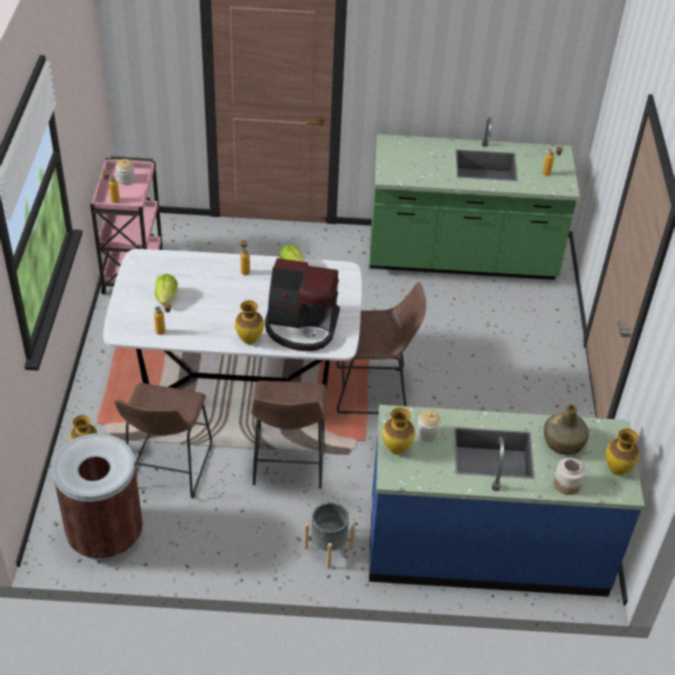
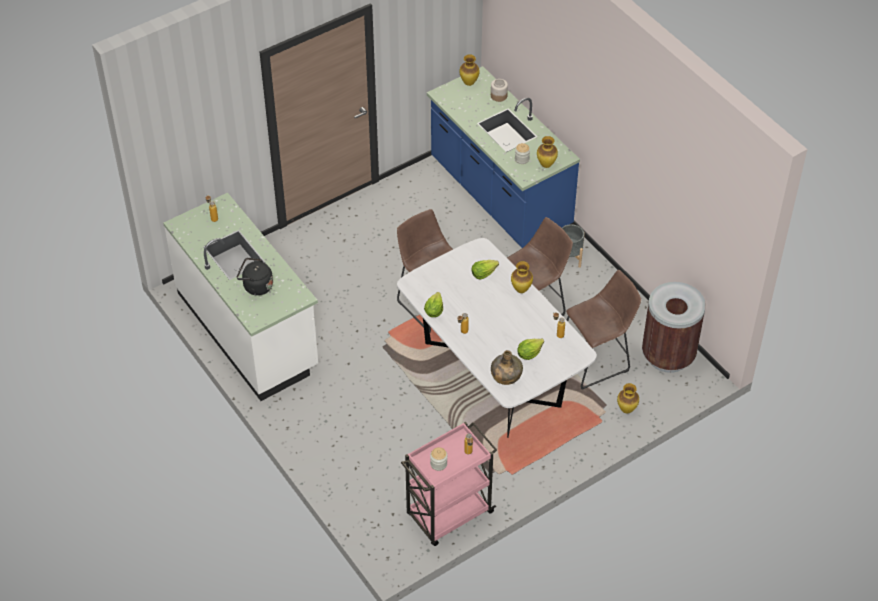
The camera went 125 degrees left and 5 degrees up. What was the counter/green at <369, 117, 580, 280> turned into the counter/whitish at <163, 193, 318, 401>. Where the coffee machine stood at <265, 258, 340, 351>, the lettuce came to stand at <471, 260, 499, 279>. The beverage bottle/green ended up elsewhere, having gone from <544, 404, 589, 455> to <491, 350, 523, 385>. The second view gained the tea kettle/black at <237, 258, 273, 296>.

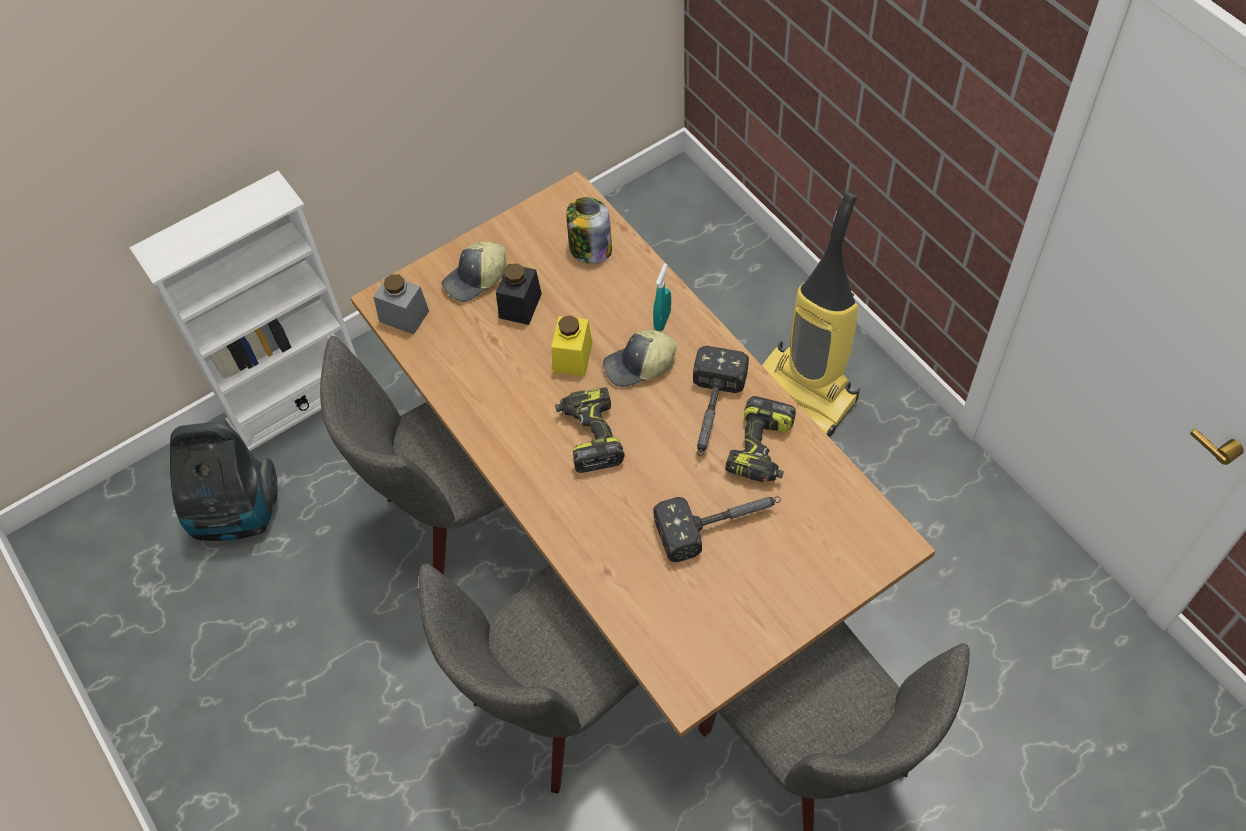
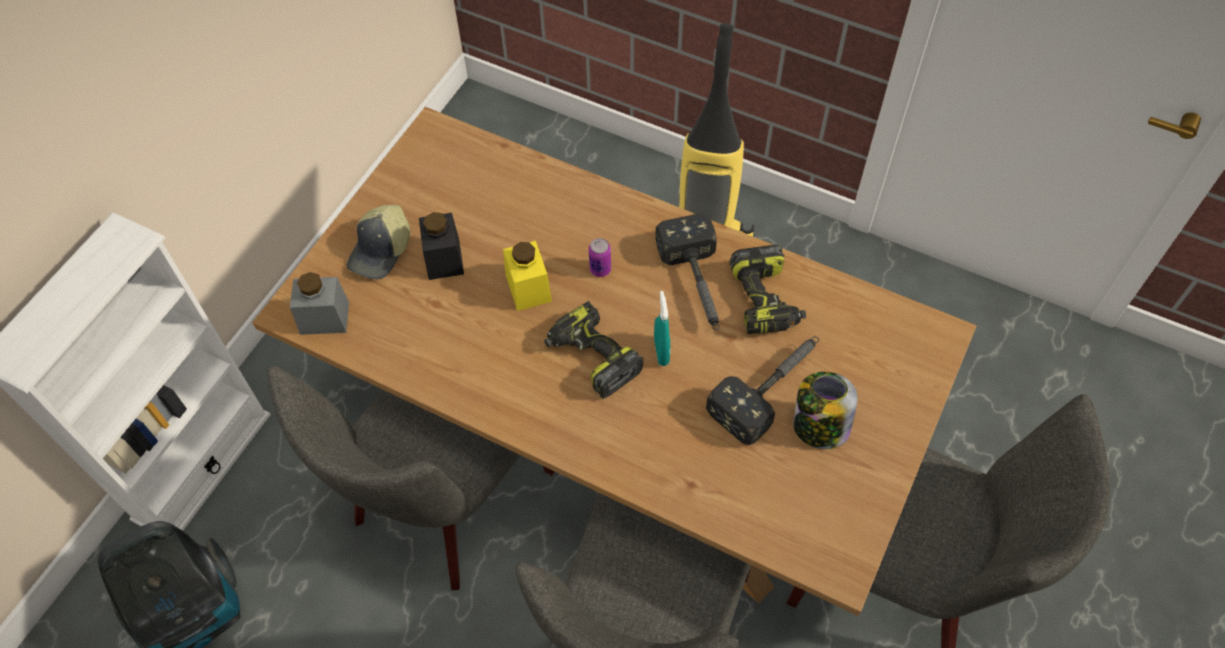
The camera went 30 degrees left and 0 degrees up. The jar ended up elsewhere, having gone from <566, 197, 612, 264> to <793, 372, 858, 449>. The sprayer/blue-green ended up elsewhere, having gone from <653, 263, 671, 331> to <654, 291, 670, 366>. Where the cap stood at <603, 330, 677, 387>, the can came to stand at <589, 238, 611, 277>.

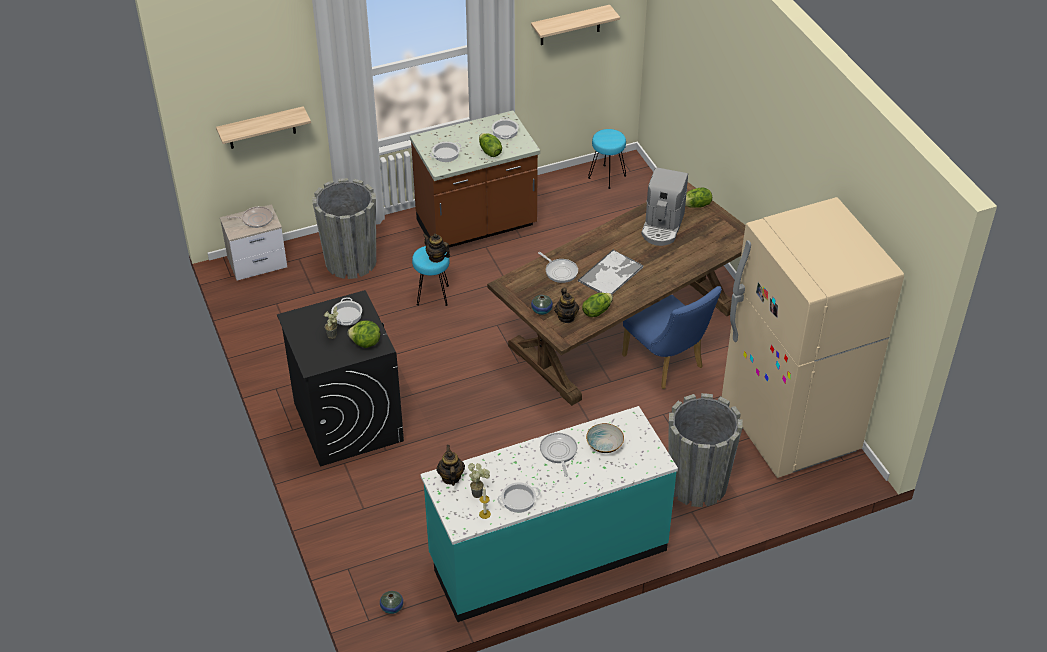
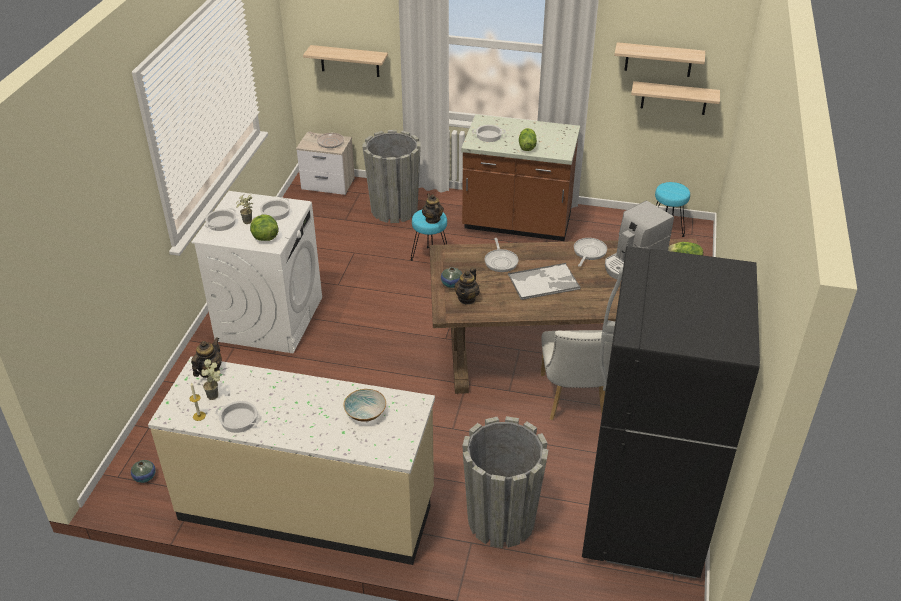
The camera went 35 degrees right and 5 degrees down. The stockpot ended up elsewhere, having gone from <492, 117, 519, 139> to <205, 208, 236, 231>. What was the fridge/beige at <722, 197, 904, 478> turned into the fridge/black at <582, 246, 760, 578>. What was the upright chair/bluish at <622, 286, 722, 389> turned into the upright chair/whitish at <541, 330, 612, 420>. What was the washing machine/black at <277, 290, 404, 467> turned into the washing machine/whitish at <191, 191, 322, 353>. The second view lost the lettuce at <582, 293, 613, 317>. What was the counter/blue-green at <421, 406, 678, 622> turned into the counter/beige at <148, 356, 435, 565>. The frying pan ended up elsewhere, having gone from <540, 433, 577, 477> to <574, 238, 607, 267>. The second view gained the shelf at <631, 81, 720, 115>.

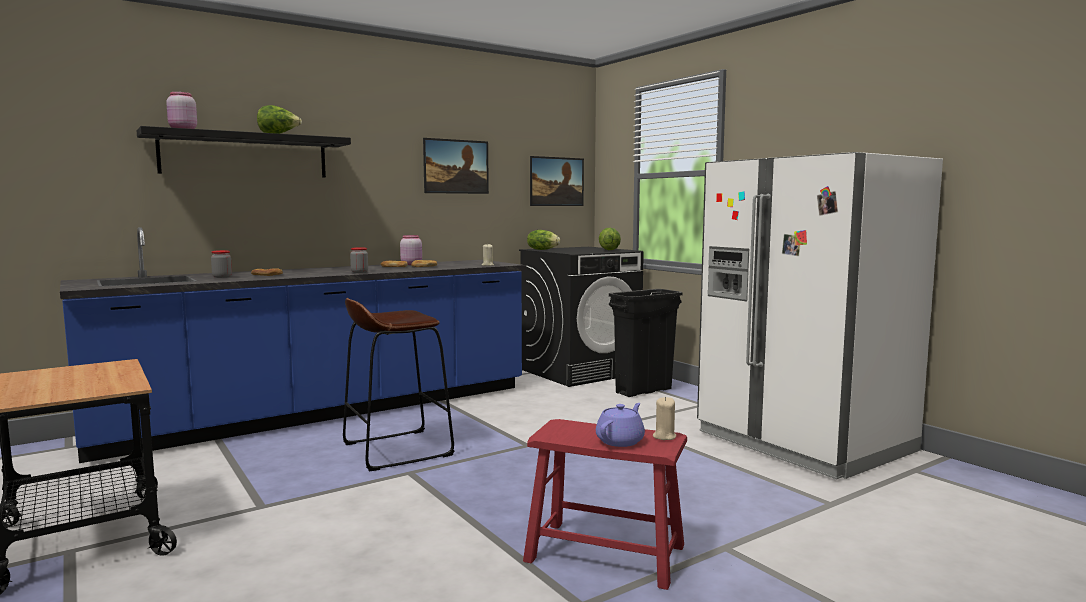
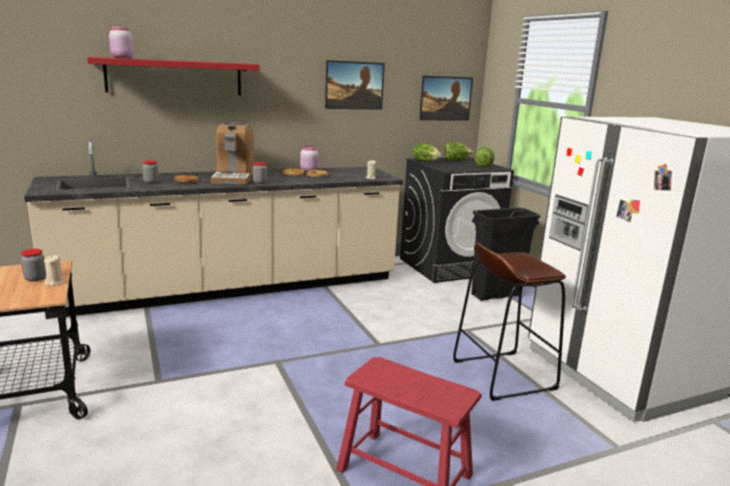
The camera went 10 degrees right and 10 degrees up. The lettuce ended up elsewhere, having gone from <257, 105, 302, 134> to <444, 142, 473, 161>. What was the shelf/black at <137, 126, 351, 177> turned into the shelf/reddish at <87, 57, 260, 95>. What was the counter/bluish at <60, 227, 526, 463> turned into the counter/beige at <24, 138, 403, 319>. The sitting stool/brown ended up elsewhere, having gone from <343, 298, 455, 472> to <453, 243, 566, 401>. The wax light/beige ended up elsewhere, having gone from <653, 397, 676, 440> to <44, 255, 64, 286>. The second view lost the tea pot/purple at <596, 403, 645, 447>. The second view gained the coffee machine at <211, 122, 254, 185>. The second view gained the jar at <21, 249, 46, 281>.

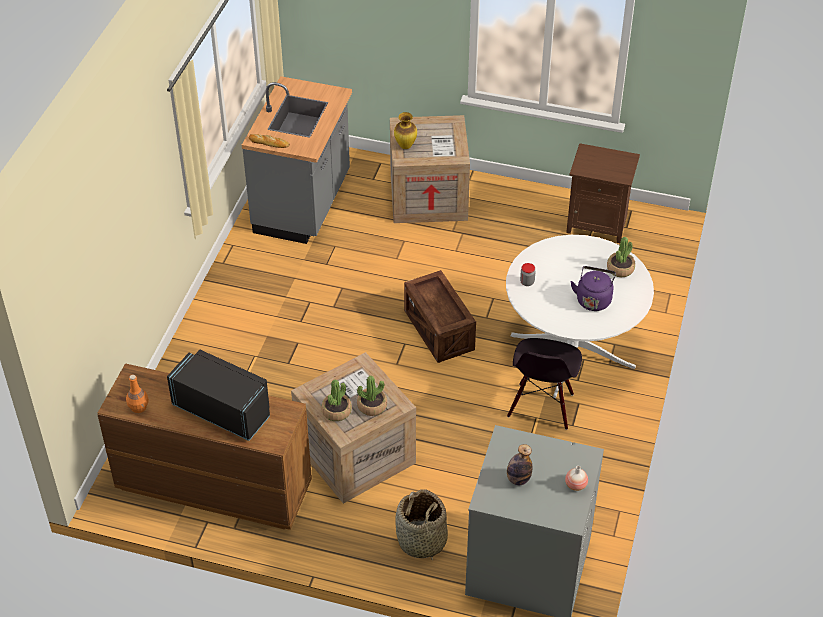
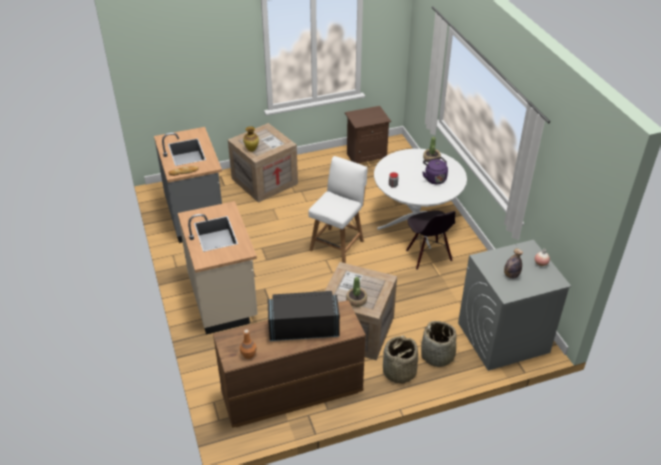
The camera went 35 degrees left and 5 degrees down. Where the shipping crate stood at <404, 270, 476, 363>, the upright chair/whitish came to stand at <308, 156, 368, 263>. The second view lost the plant in a pot at <357, 376, 387, 416>. The second view gained the counter/beige at <178, 201, 258, 335>. The second view gained the storage basket at <383, 336, 418, 384>.

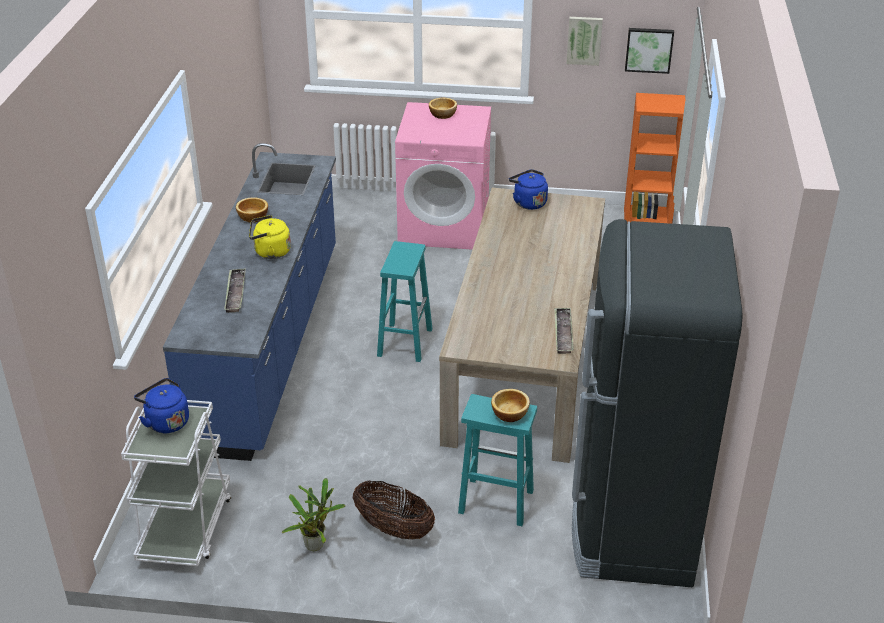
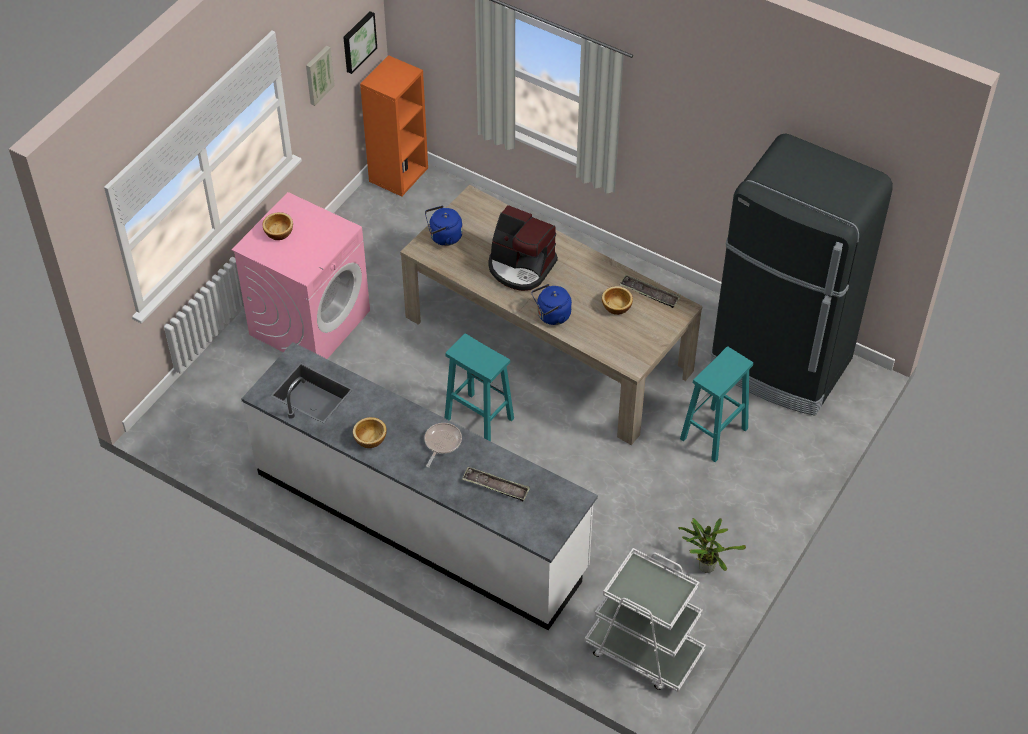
The camera went 65 degrees left and 15 degrees up. What was the counter/bluish at <163, 143, 336, 461> turned into the counter/whitish at <241, 342, 598, 630>. Where the tea kettle/yellow stood at <249, 215, 291, 259>, the frying pan came to stand at <424, 423, 462, 468>. The tea kettle/bluish ended up elsewhere, having gone from <134, 378, 189, 433> to <532, 284, 572, 325>. The deep dish ended up elsewhere, having gone from <491, 389, 530, 422> to <602, 286, 633, 315>. The second view lost the storage basket at <353, 481, 435, 540>. The second view gained the coffee machine at <488, 205, 558, 291>.

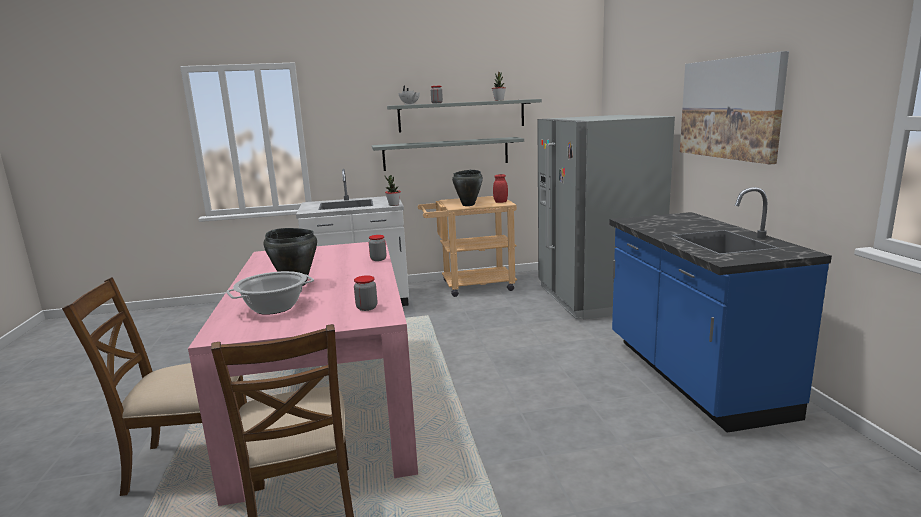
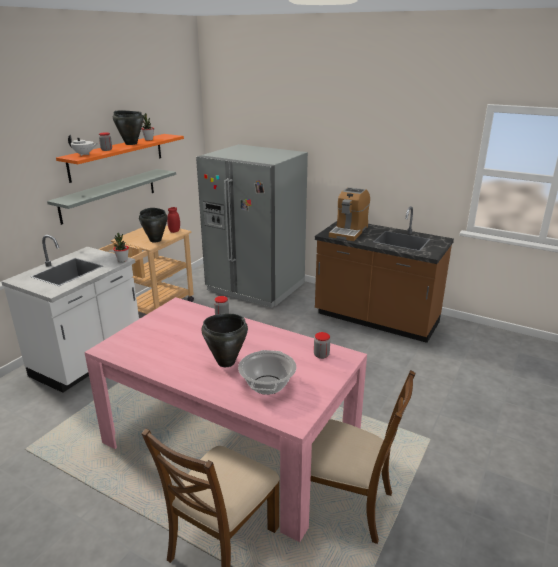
The camera went 50 degrees left and 10 degrees up. The second view lost the wall art at <680, 51, 789, 164>. What was the shelf/greyish at <387, 99, 542, 133> turned into the shelf/orange-coloured at <56, 134, 184, 183>. What was the counter/bluish at <609, 187, 832, 433> turned into the counter/brown at <315, 206, 454, 343>. The second view gained the stockpot/black at <113, 110, 144, 145>. The second view gained the coffee machine at <329, 187, 370, 241>.

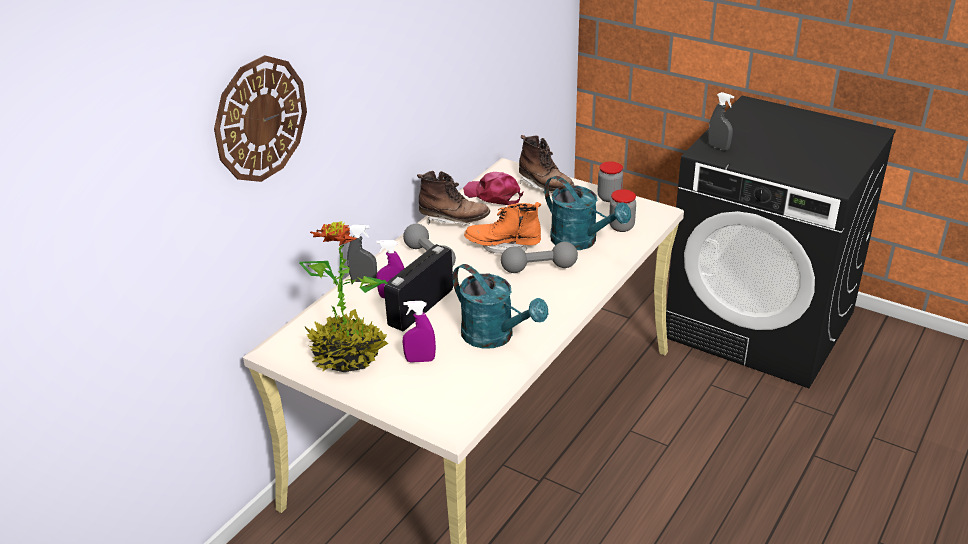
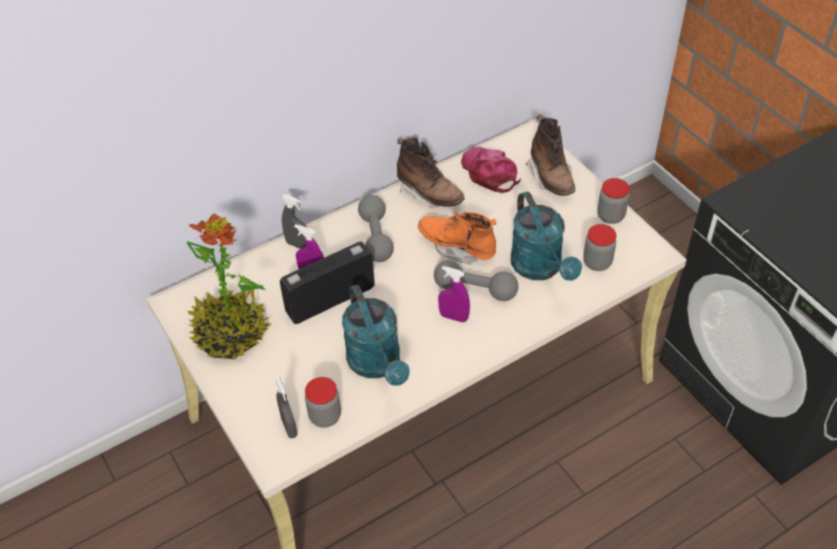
The camera went 25 degrees right and 15 degrees up. The second view lost the clock on the wall at <214, 55, 307, 182>. The sprayer/greyish ended up elsewhere, having gone from <708, 92, 734, 151> to <275, 375, 298, 438>. The sprayer/purple ended up elsewhere, having gone from <402, 301, 436, 363> to <438, 266, 470, 323>. The second view gained the jar at <305, 377, 341, 428>.

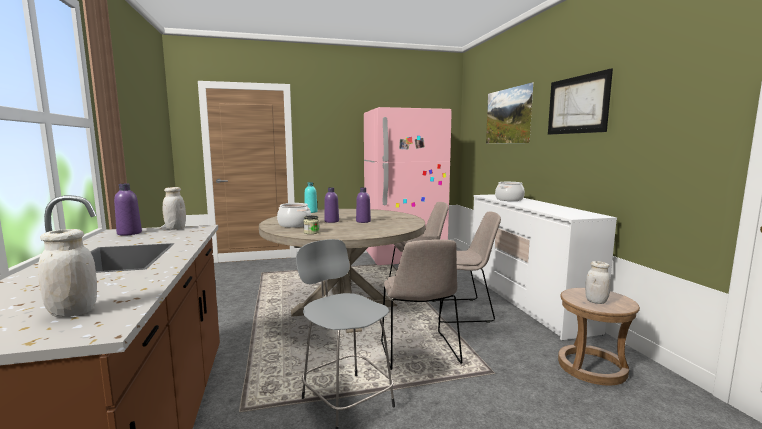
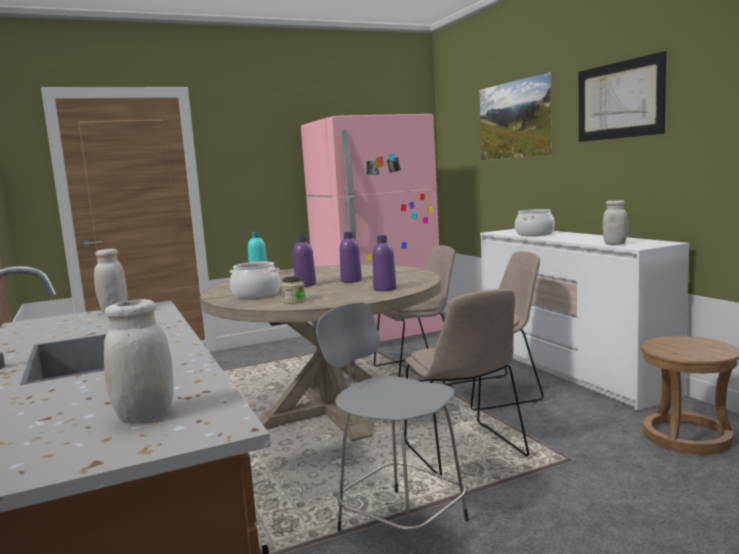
The camera went 10 degrees left and 0 degrees up. The beverage bottle/purple ended up elsewhere, having gone from <114, 184, 142, 236> to <372, 235, 396, 291>. The jar/whitish ended up elsewhere, having gone from <585, 261, 611, 304> to <603, 200, 628, 245>.

